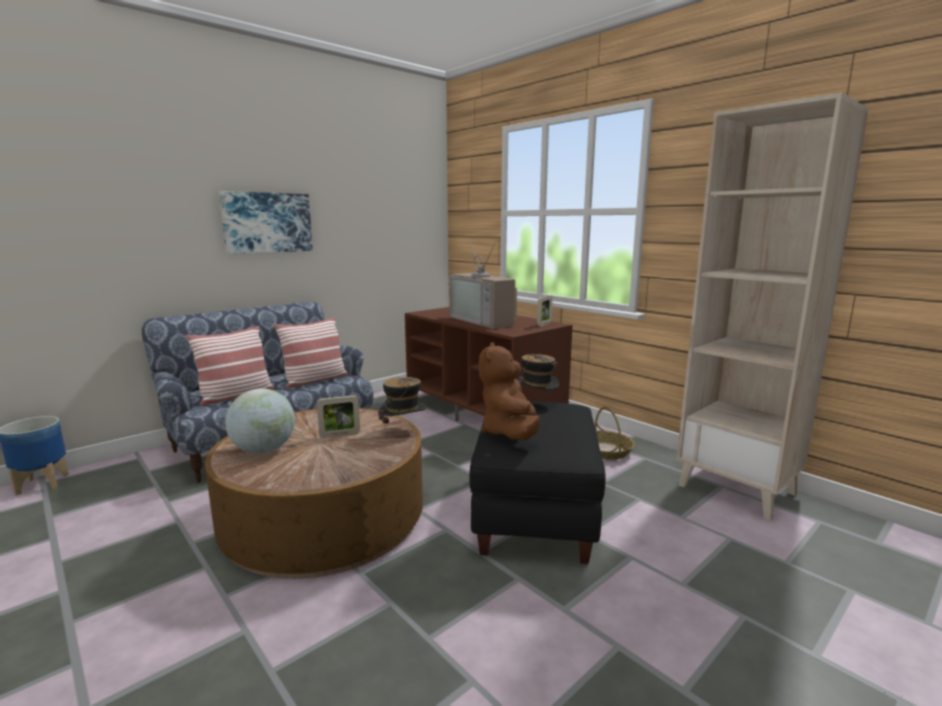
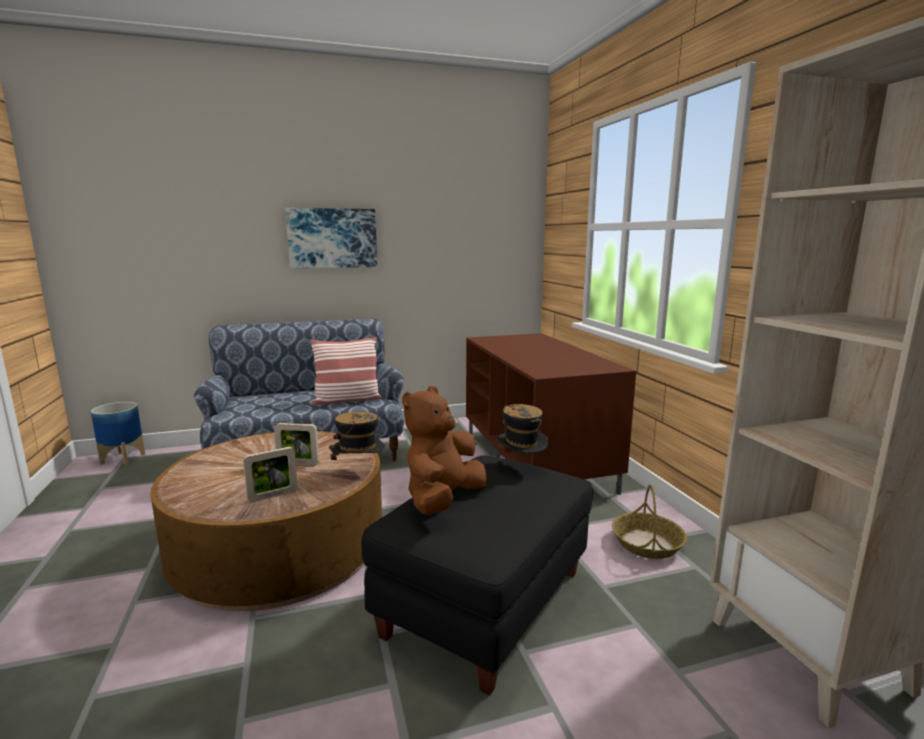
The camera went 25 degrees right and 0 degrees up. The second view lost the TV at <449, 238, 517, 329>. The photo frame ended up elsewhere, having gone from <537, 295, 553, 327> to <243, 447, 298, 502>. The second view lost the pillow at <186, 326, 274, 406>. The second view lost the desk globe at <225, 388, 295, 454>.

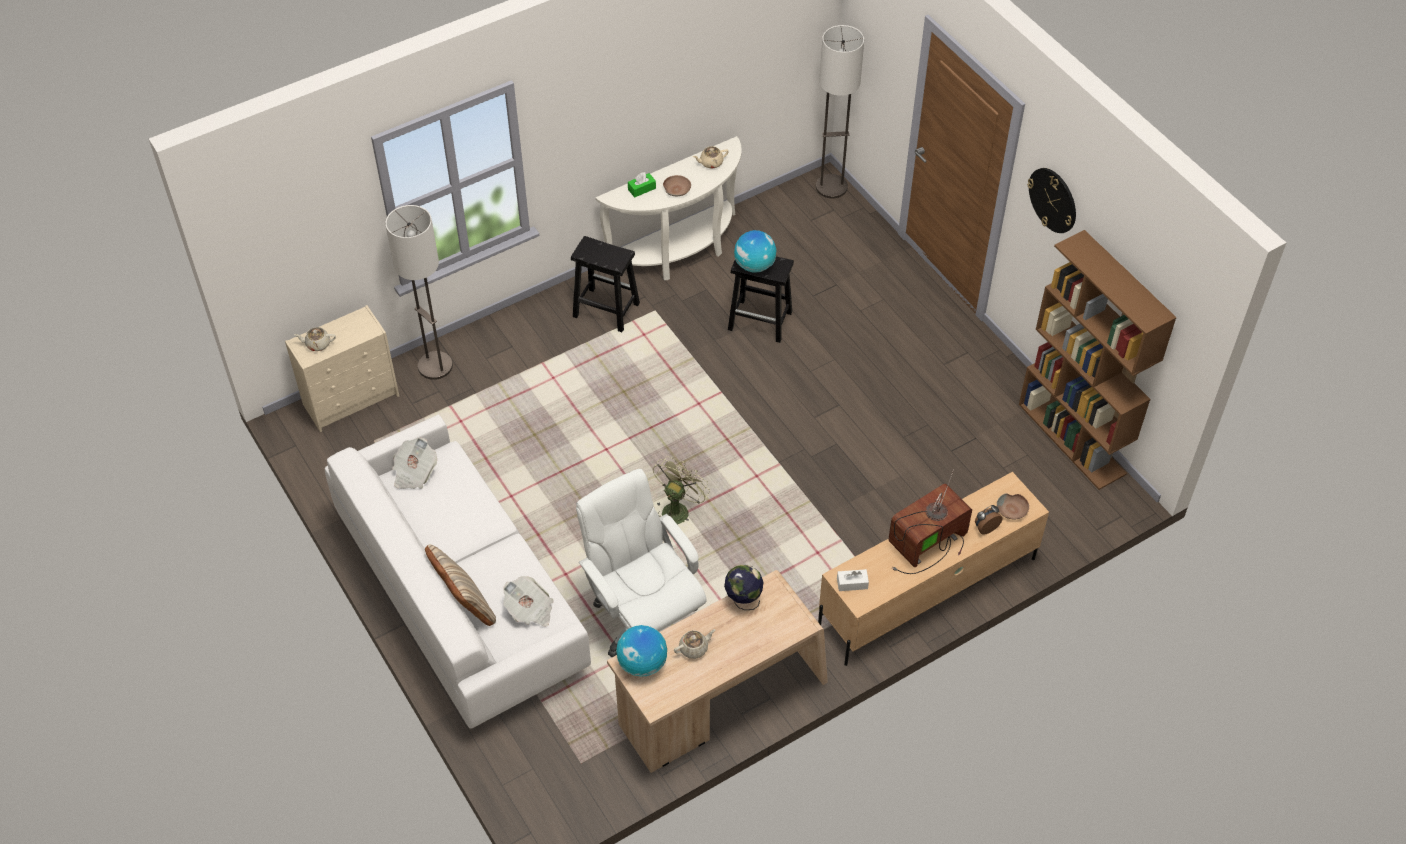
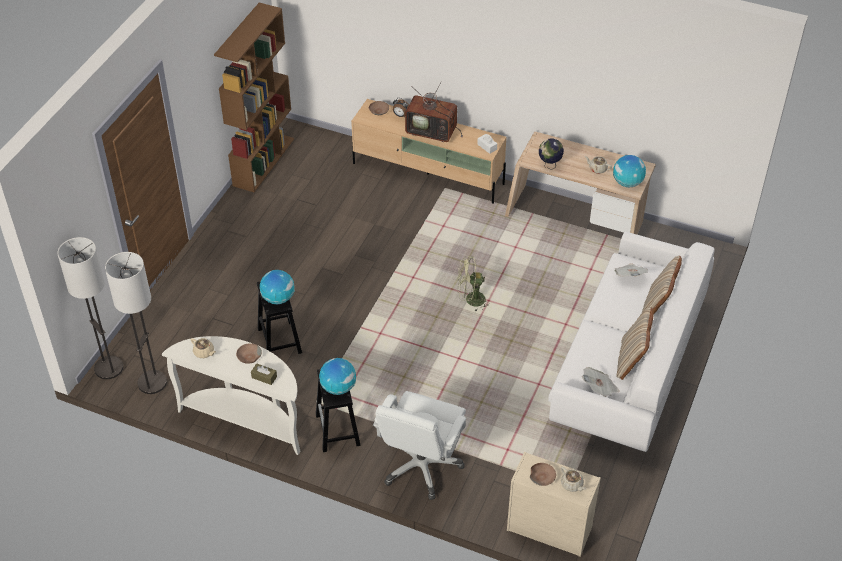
The camera went 125 degrees left and 5 degrees down. The second view lost the clock on the wall at <1027, 168, 1076, 233>. What was the tissue holder/green at <628, 172, 656, 198> turned into the tissue holder/brown at <251, 363, 277, 385>. The standard lamp ended up elsewhere, having gone from <385, 205, 453, 380> to <105, 252, 167, 394>. The desk chair/whitish ended up elsewhere, having gone from <576, 469, 706, 657> to <373, 391, 466, 500>. The second view gained the pillow/beige at <616, 307, 653, 380>. The second view gained the desk globe at <319, 358, 356, 395>. The second view gained the deep dish/brown at <530, 463, 556, 486>.

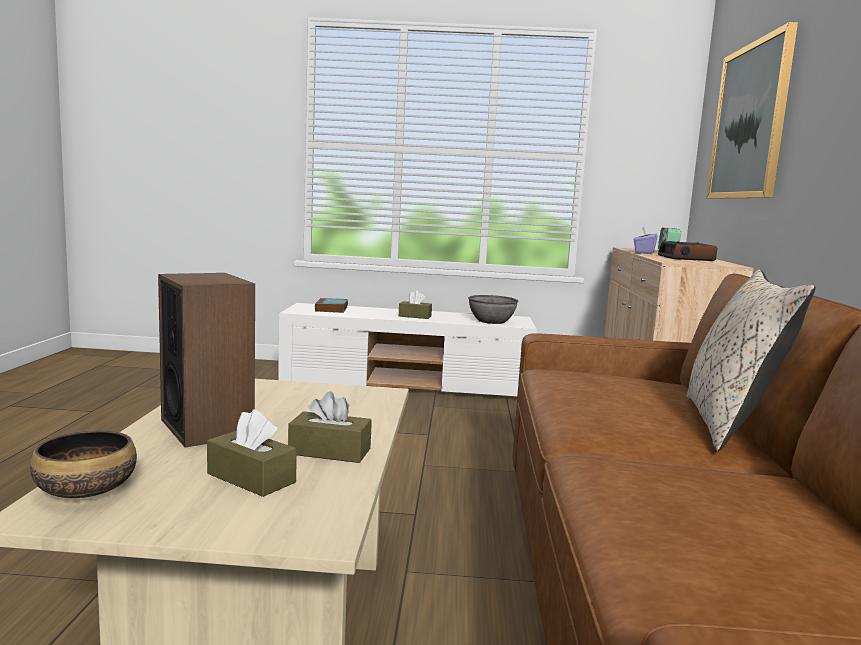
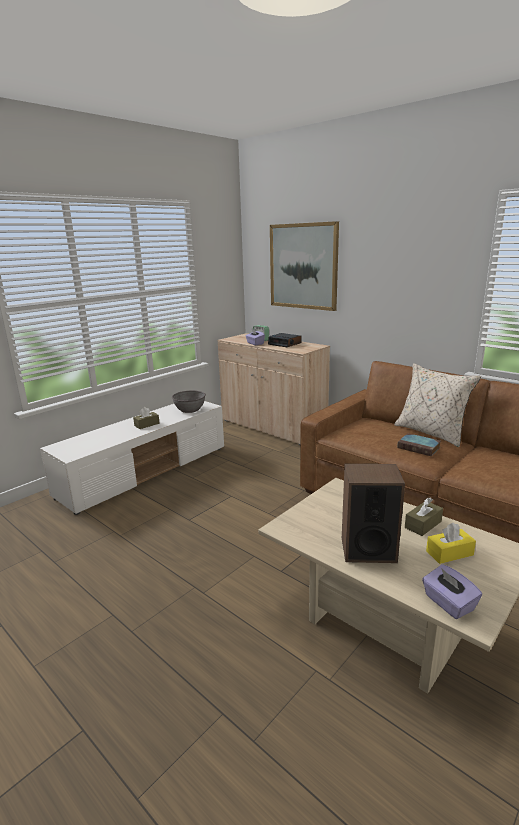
The camera went 50 degrees left and 10 degrees up. The volume ended up elsewhere, having gone from <315, 298, 348, 313> to <397, 433, 440, 456>. What was the tissue holder/brown at <207, 409, 297, 497> turned into the tissue holder/yellow at <426, 523, 476, 564>. Where the deep dish stood at <30, 430, 137, 498>, the tissue holder/purple came to stand at <422, 564, 482, 619>.

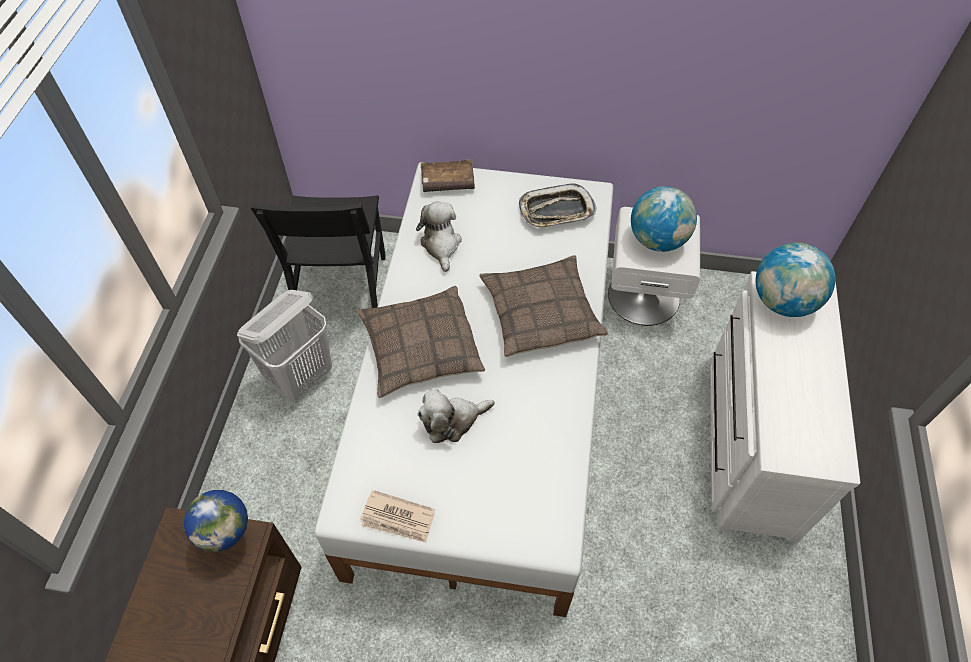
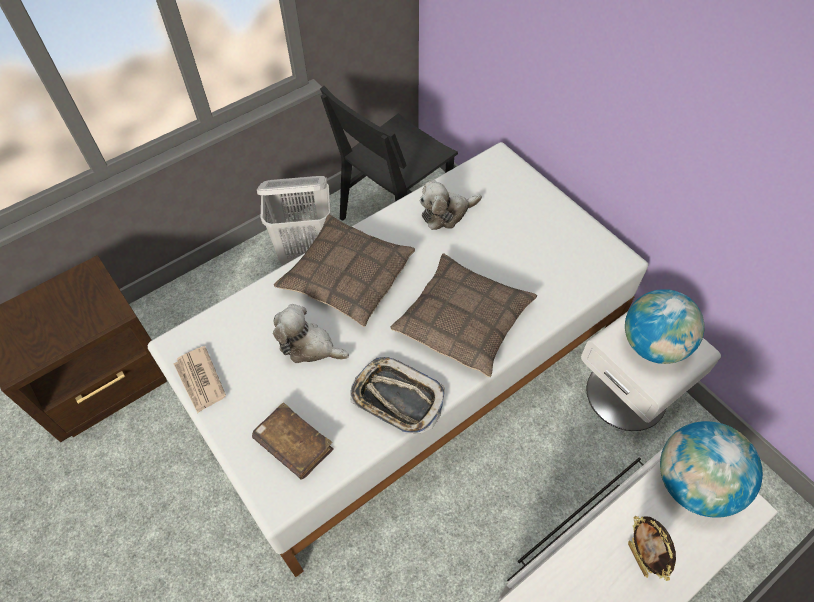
The camera went 45 degrees right and 0 degrees up. The volume/brown ended up elsewhere, having gone from <421, 159, 475, 192> to <252, 403, 334, 479>. The carrying tray ended up elsewhere, having gone from <519, 183, 597, 229> to <351, 357, 445, 434>. The plush toy at <416, 202, 462, 272> ended up facing another way, 150 degrees counterclockwise from before. The second view lost the desk globe at <184, 490, 248, 552>. The second view gained the photo frame at <628, 516, 676, 581>.

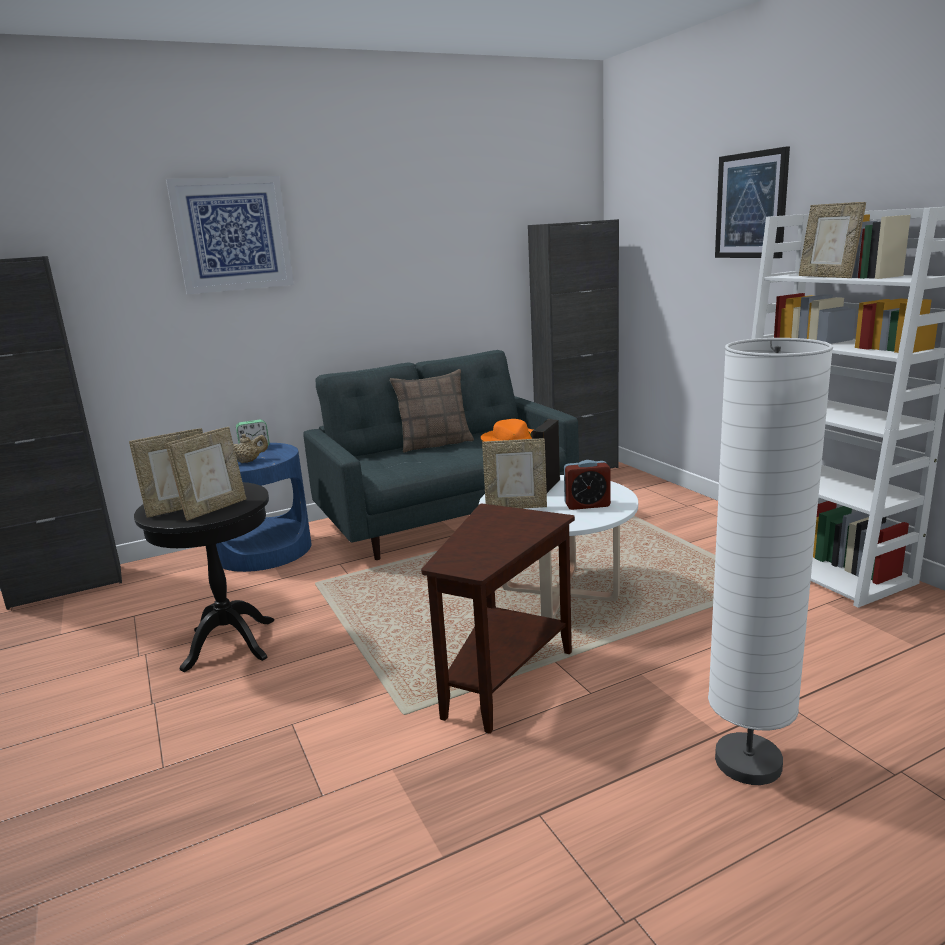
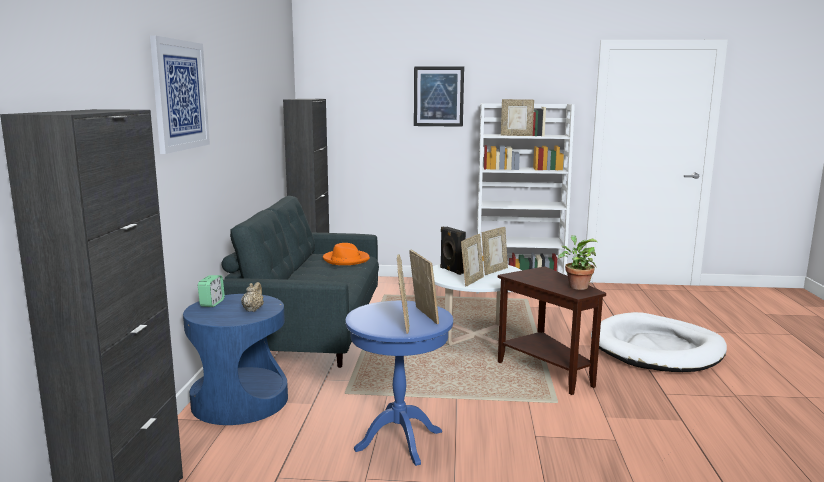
The camera went 60 degrees left and 5 degrees down. Where the standard lamp/whitish stood at <708, 338, 833, 785>, the dog bed/whitish came to stand at <591, 312, 727, 372>. The second view lost the pillow at <390, 369, 474, 453>. Where the alarm clock stood at <564, 460, 611, 510>, the photo frame came to stand at <482, 227, 508, 275>. What was the end table/black at <134, 482, 274, 672> turned into the end table/bluish at <346, 301, 453, 466>. The second view gained the plant in a pot at <558, 235, 598, 290>.

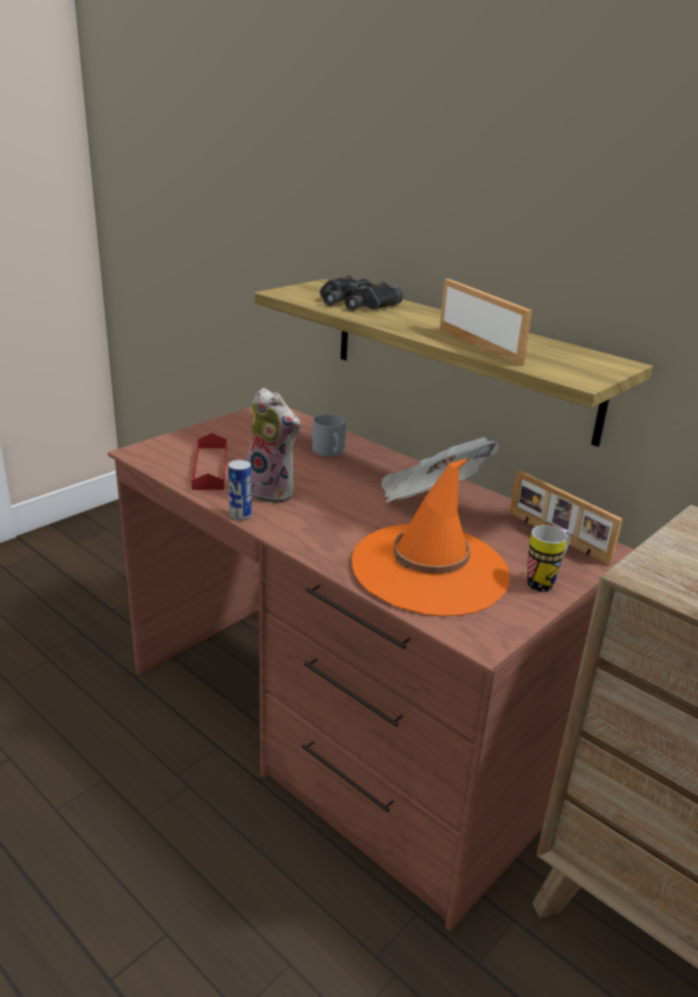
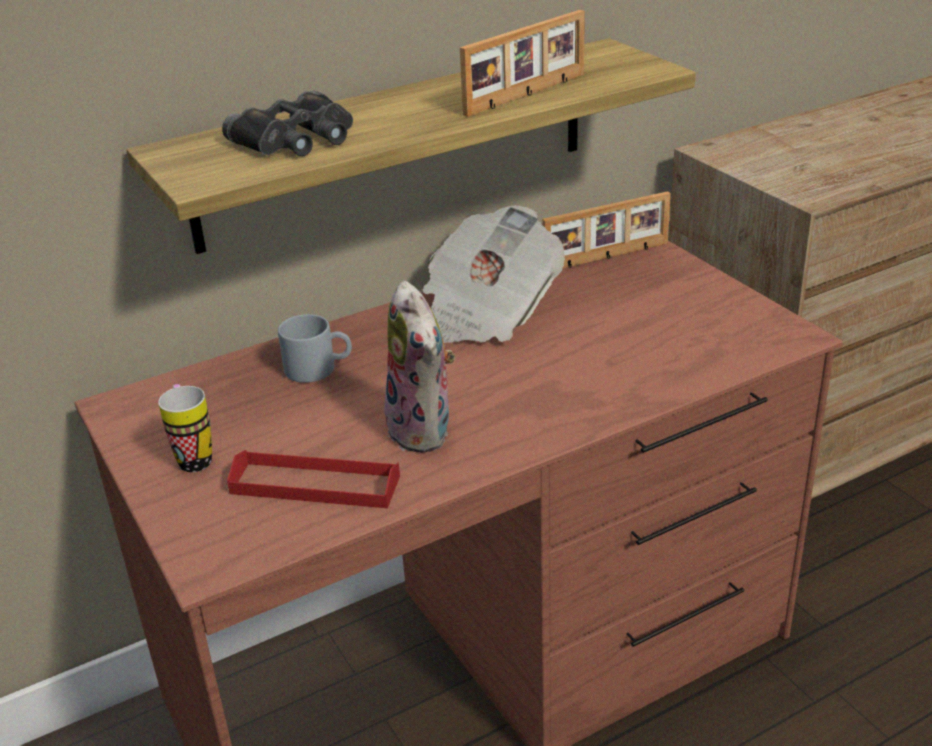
The camera went 70 degrees left and 5 degrees up. The photo frame at <440, 279, 532, 366> ended up facing another way, 150 degrees clockwise from before. The plush toy at <246, 388, 300, 504> ended up facing another way, 105 degrees clockwise from before. The second view lost the clothing hat/orange-coloured at <352, 458, 510, 616>. The second view lost the can at <228, 460, 252, 521>. The tea mug ended up elsewhere, having gone from <527, 525, 571, 592> to <158, 384, 212, 472>.

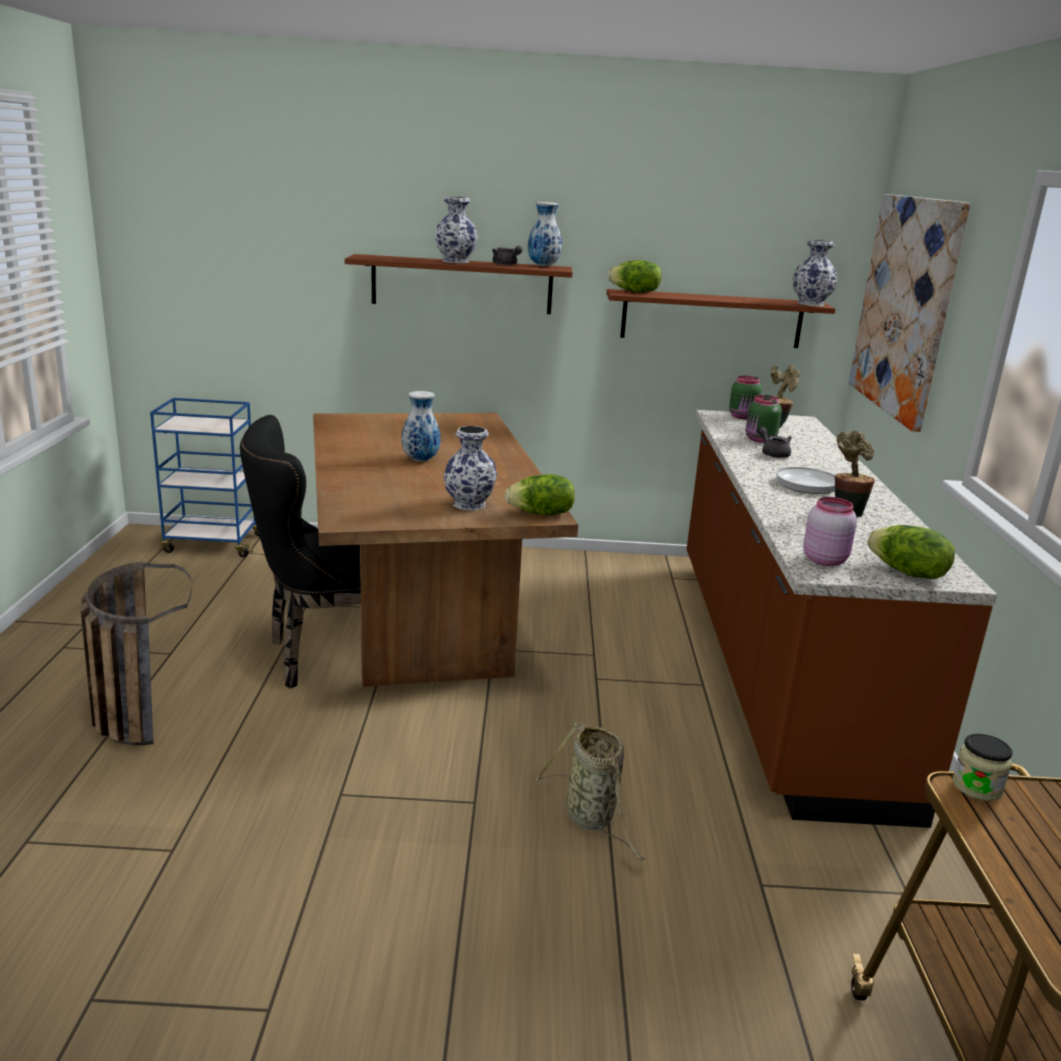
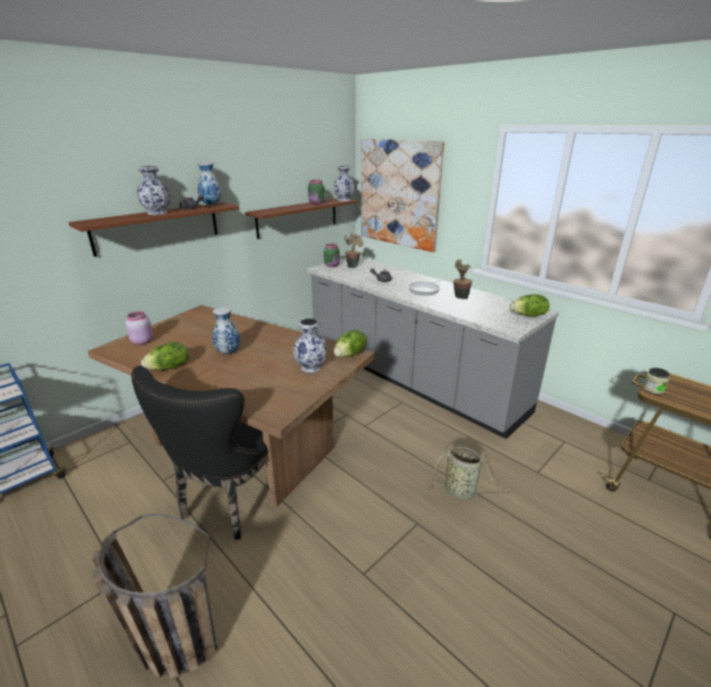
The camera went 45 degrees left and 5 degrees up. The lettuce ended up elsewhere, having gone from <608, 260, 662, 293> to <141, 342, 189, 370>. The jar/green ended up elsewhere, having gone from <746, 395, 782, 443> to <308, 180, 325, 204>. What was the counter/brown at <687, 410, 997, 828> turned into the counter/greyish at <307, 258, 559, 439>. The jar/pinkish ended up elsewhere, having gone from <803, 497, 857, 566> to <125, 312, 153, 345>.

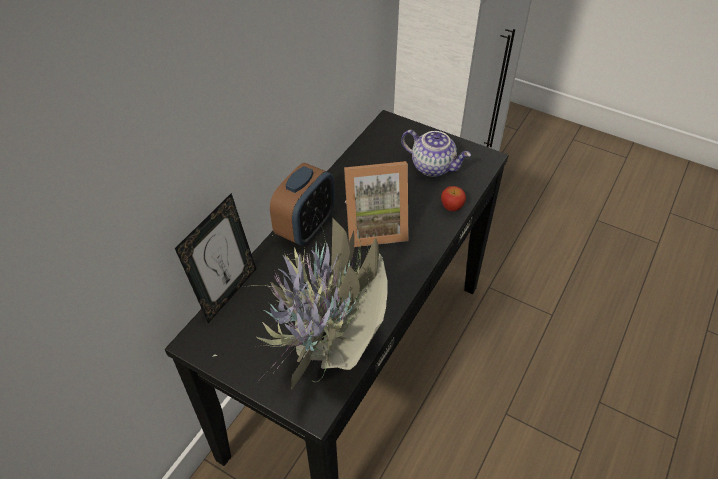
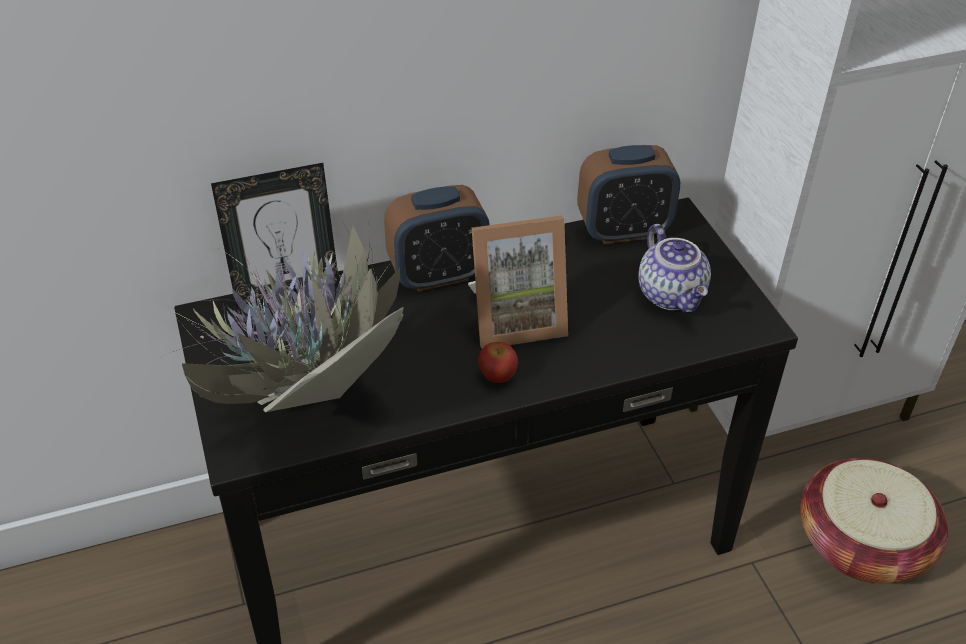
The camera went 40 degrees right and 5 degrees down. The photo frame at <344, 161, 409, 247> ended up facing another way, 45 degrees counterclockwise from before. The apple ended up elsewhere, having gone from <441, 186, 466, 211> to <478, 342, 518, 383>. The second view gained the alarm clock at <577, 145, 680, 244>. The second view gained the storage basket at <800, 458, 948, 583>.

